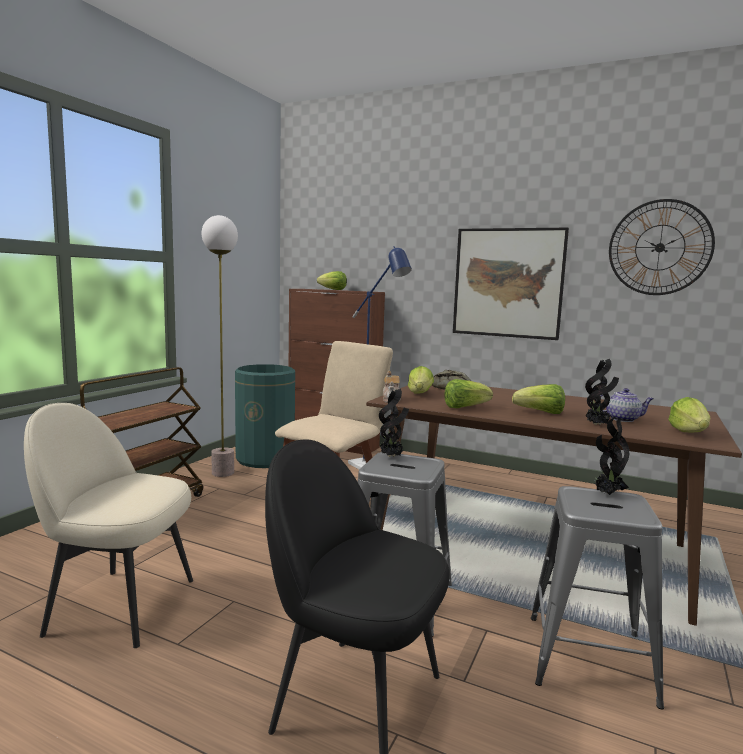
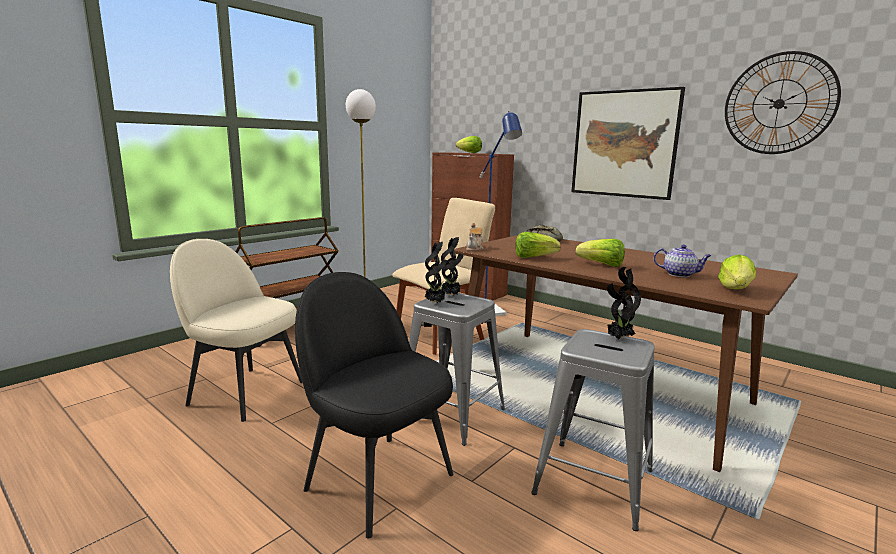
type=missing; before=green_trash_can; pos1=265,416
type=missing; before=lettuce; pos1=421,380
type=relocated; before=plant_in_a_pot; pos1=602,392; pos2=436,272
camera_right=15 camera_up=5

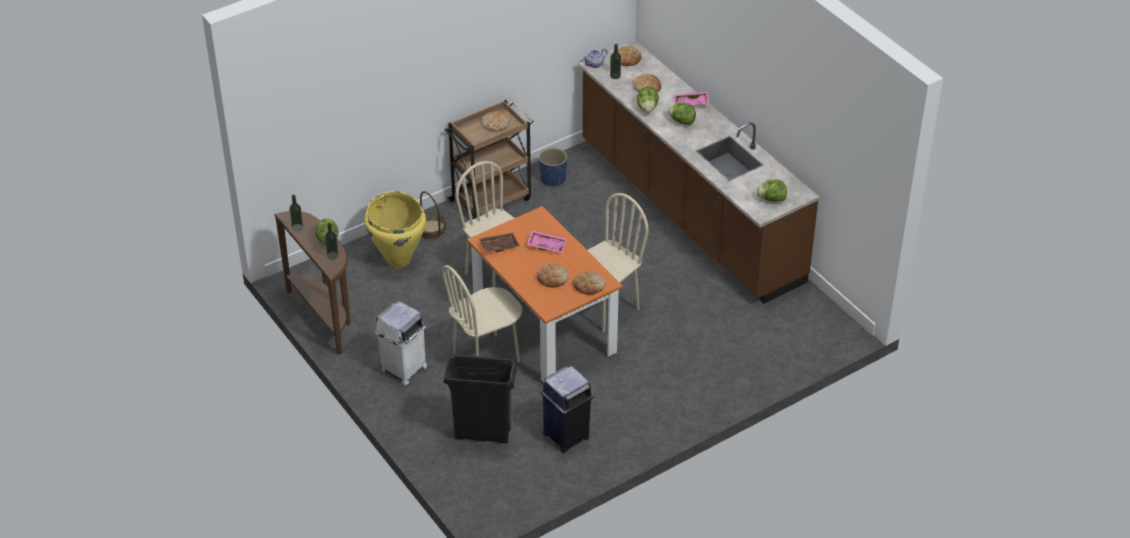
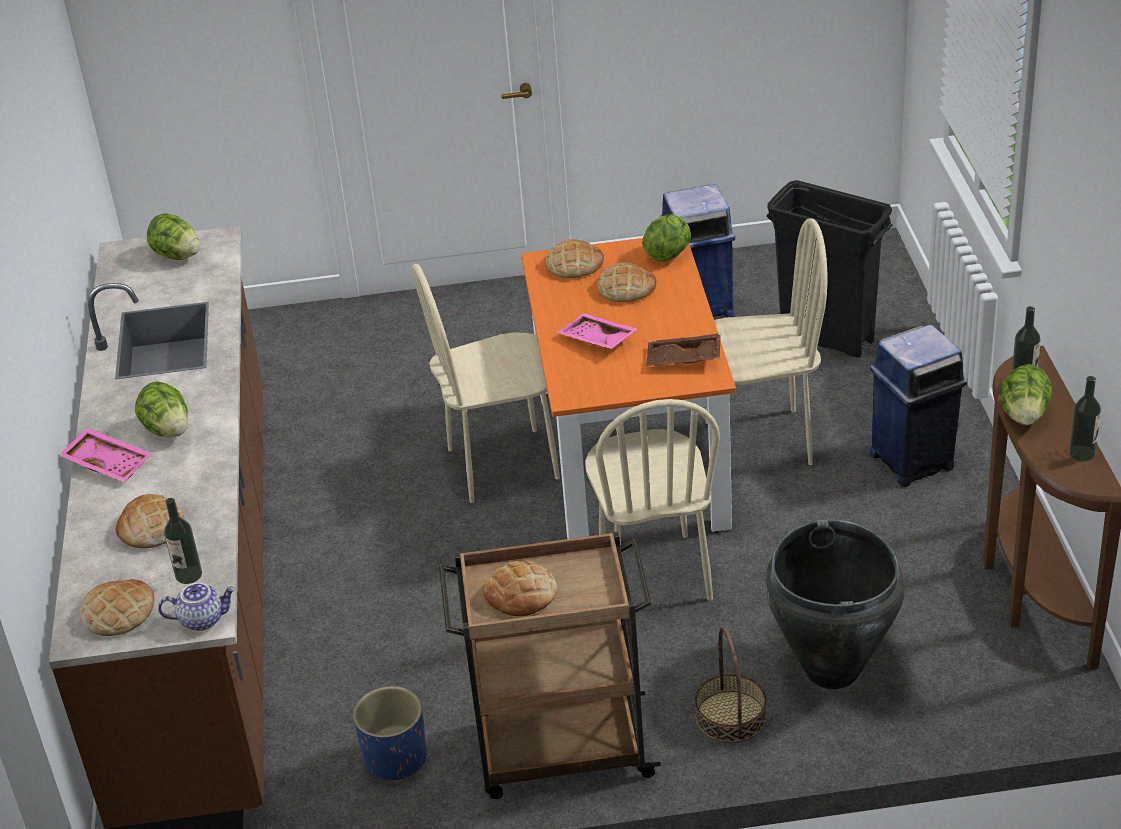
type=colour; before=yellowish_flower_vase; after=black-coloured_flower_vase; pos1=395,229; pos2=835,604
type=colour; before=white_trash_can; after=blue_trash_can; pos1=400,343; pos2=918,406
type=relocated; before=lettuce; pos1=648,99; pos2=666,238
camera_right=-150 camera_up=-5

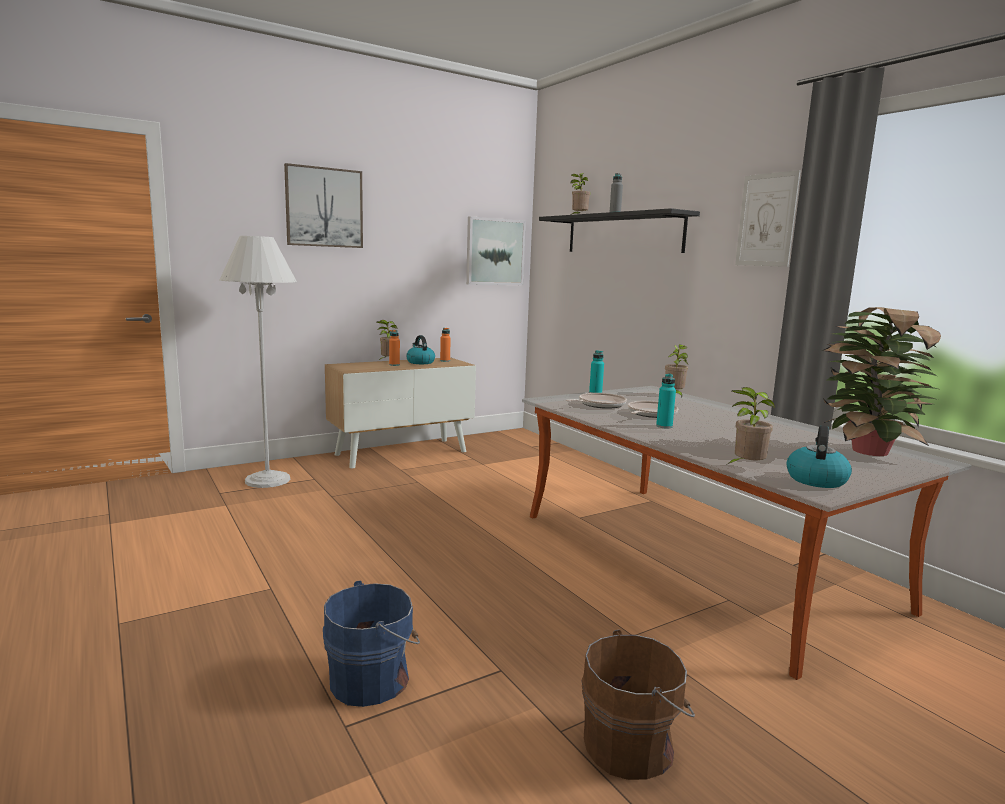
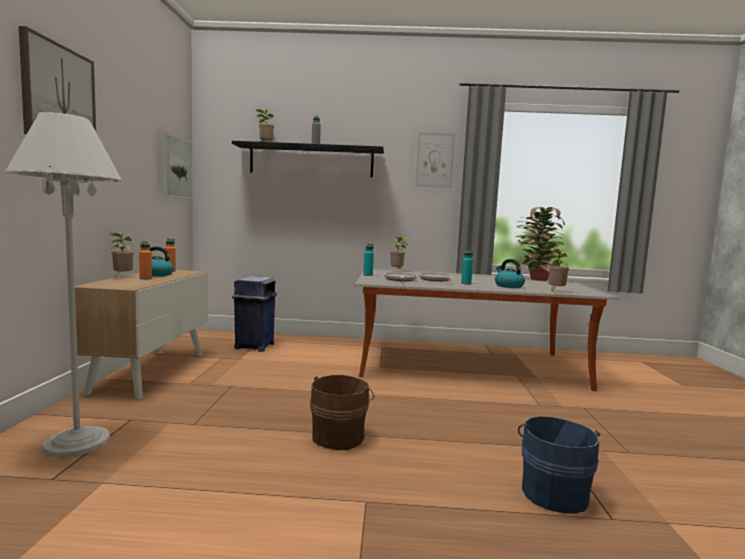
type=relocated; before=brownish_pail; pos1=638,705; pos2=342,412
type=relocated; before=tea_kettle; pos1=819,456; pos2=510,273
type=appeared; after=blue_trash_can; pos2=254,314
camera_right=-55 camera_up=-5

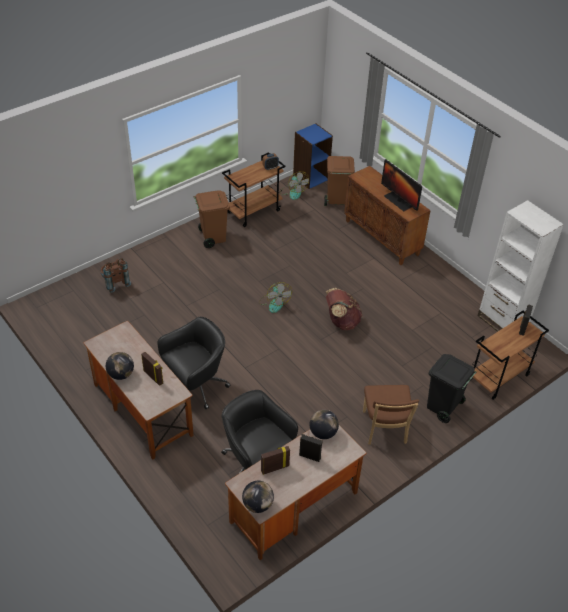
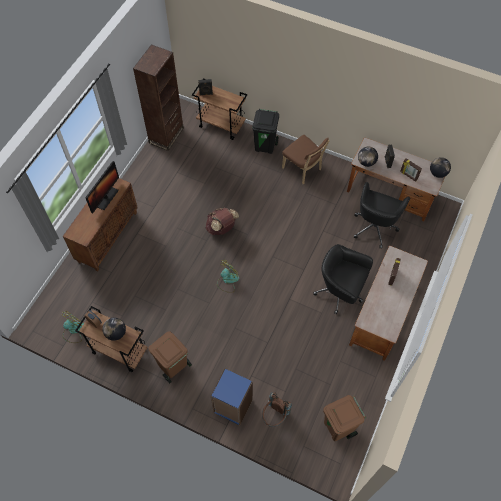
type=relocated; before=world_globe; pos1=120,366; pos2=114,329
type=relocated; before=blue_bookshelf; pos1=313,156; pos2=231,396
type=relocated; before=brownish_trash_can; pos1=339,181; pos2=344,418
type=spun; before=brownish_upright_chair; pos1=391,415; pos2=306,159; turn=75
type=colour; before=white_bookshelf; after=brownish_bookshelf; pos1=521,266; pos2=158,97
camera_right=-115 camera_up=15

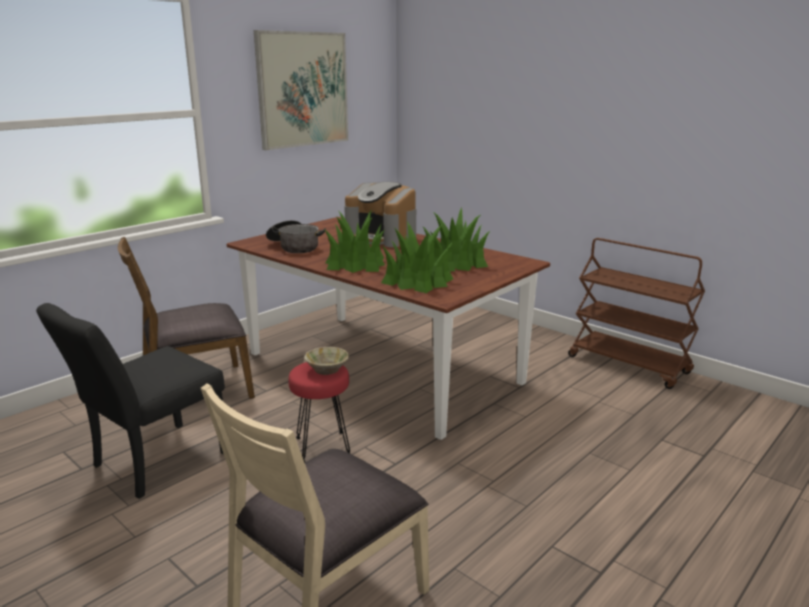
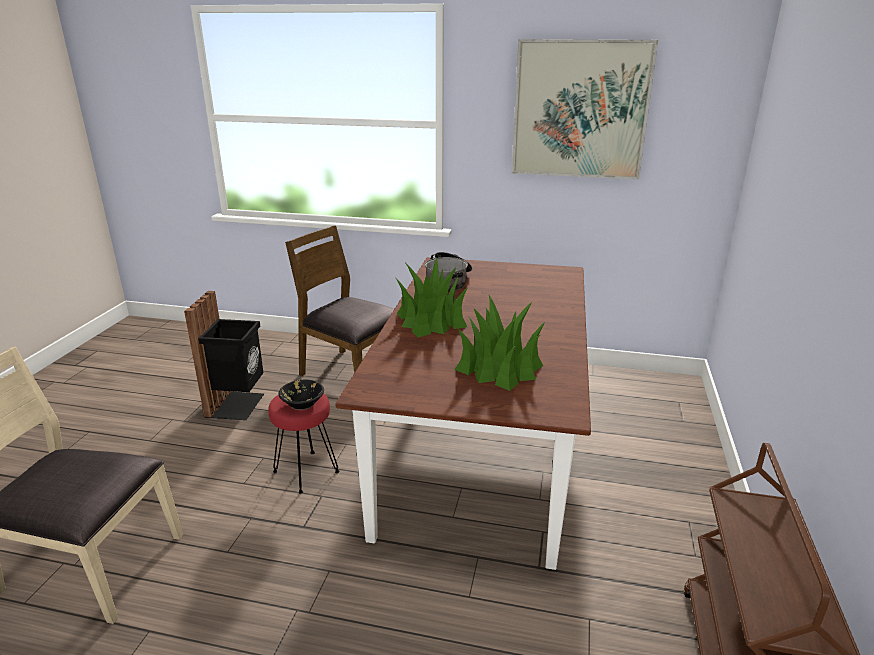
type=exchanged; before=black-coloured_upright_chair; after=black-coloured_trash_can; pos1=130,401; pos2=224,355
type=colour; before=beige_bowl; after=black-coloured_bowl; pos1=326,361; pos2=301,394
type=missing; before=coffee_machine; pos1=380,214
type=missing; before=plant_in_a_pot; pos1=417,257
camera_right=60 camera_up=5

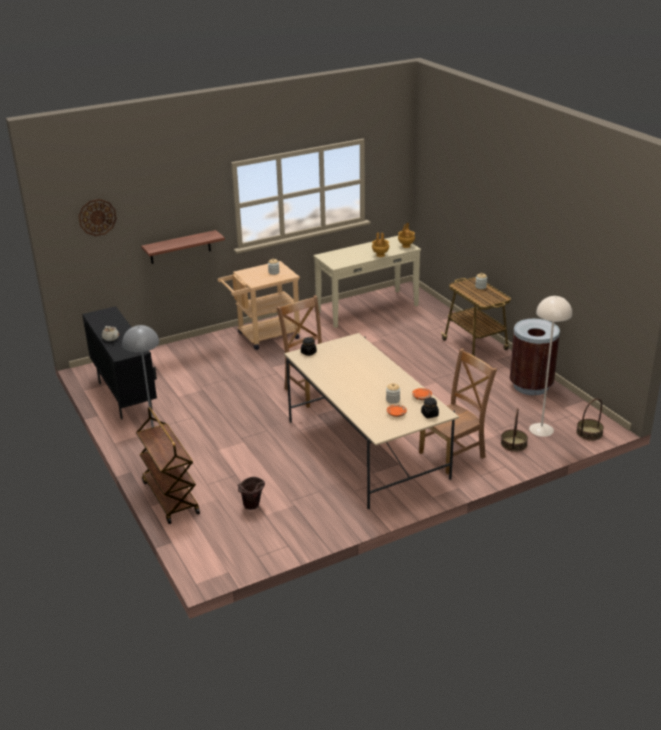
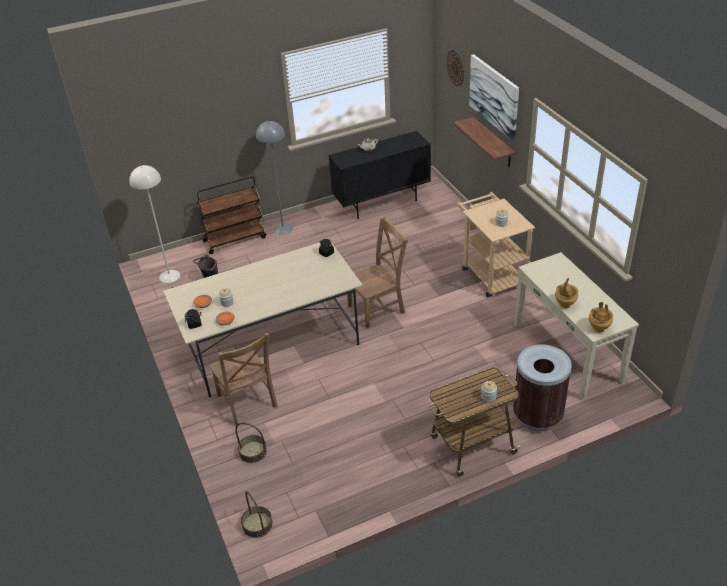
type=relocated; before=brownish_trash_can; pos1=535,357; pos2=542,387
type=relocated; before=beige_standing_lamp; pos1=550,366; pos2=154,224
type=appeared; after=wall_art; pos2=494,97
camera_right=95 camera_up=10

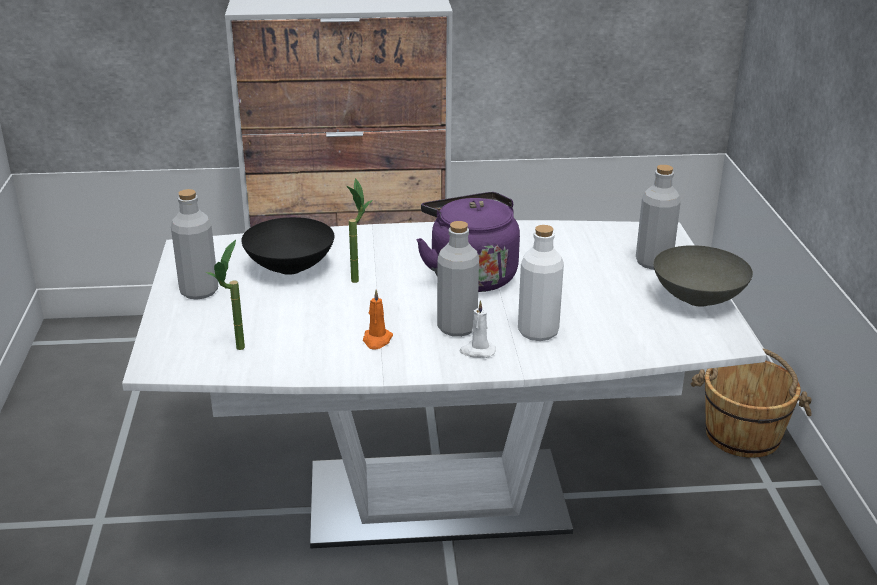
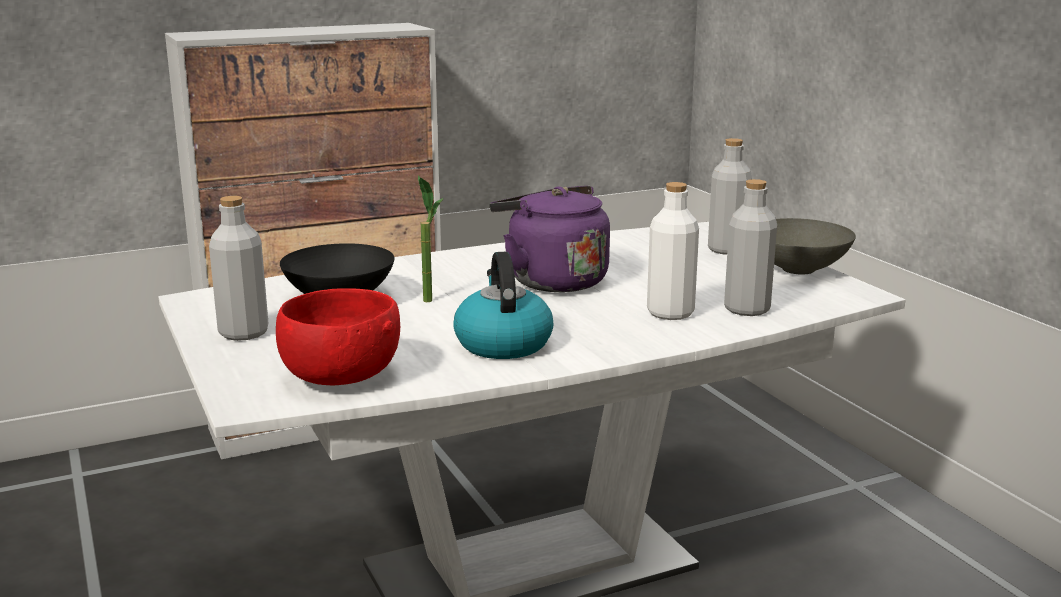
type=exchanged; before=plant_in_a_pot; after=red-coloured_bowl; pos1=225,295; pos2=338,337
type=exchanged; before=orange_wax_light; after=tea_kettle; pos1=378,320; pos2=503,305
type=relocated; before=greyish_bottle; pos1=458,279; pos2=750,247
type=missing; before=white_wax_light; pos1=477,329
type=missing; before=brownish_pail; pos1=751,403
camera_right=-20 camera_up=-10

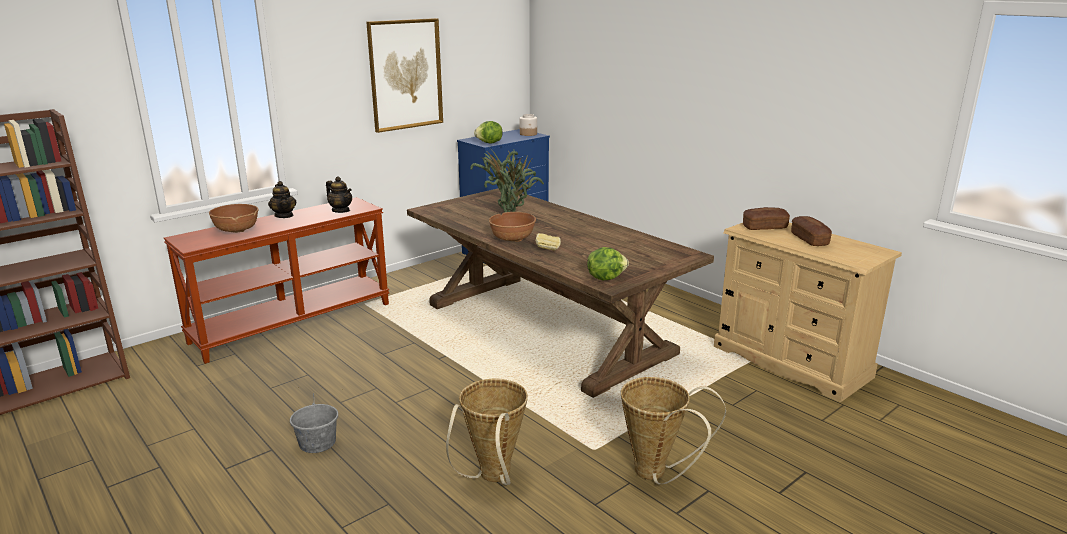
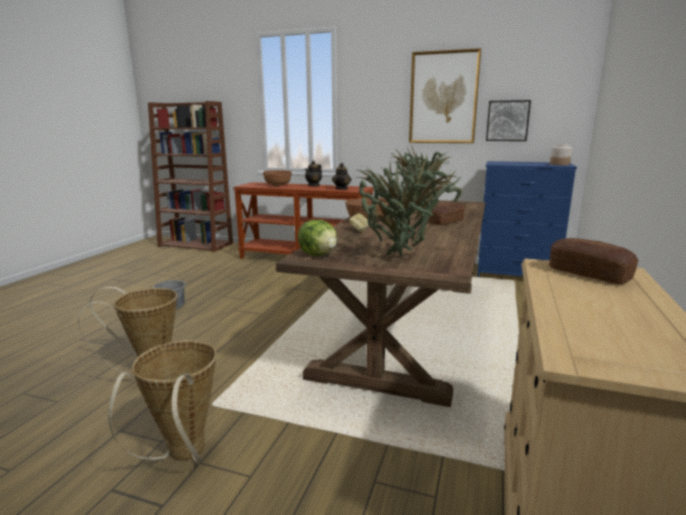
type=missing; before=lettuce; pos1=488,132
type=relocated; before=bakery_bread; pos1=811,231; pos2=446,214
type=appeared; after=plant_in_a_pot; pos2=409,206
type=appeared; after=wall_art; pos2=508,120
camera_right=60 camera_up=-5

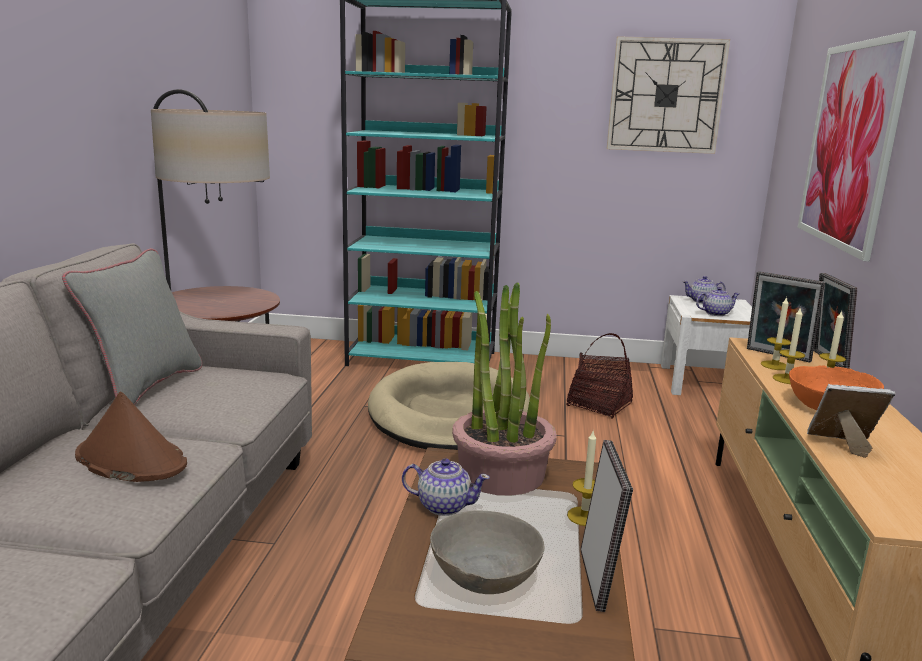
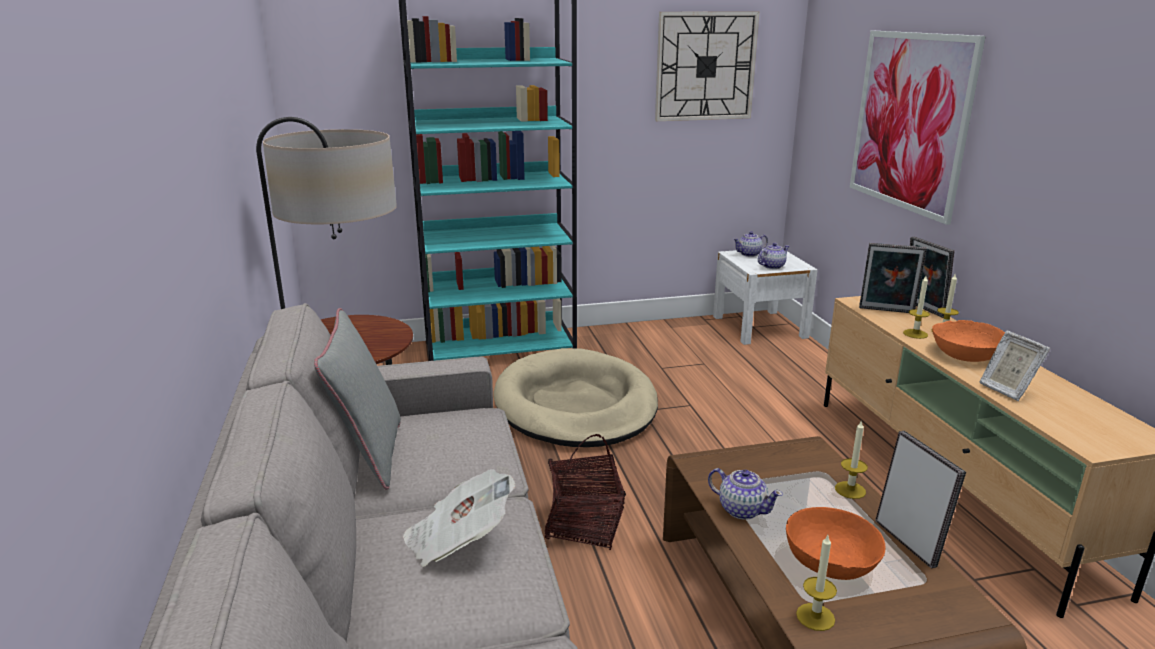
type=exchanged; before=brownish_hat; after=printed_paper; pos1=131,436; pos2=459,518
type=spun; before=tea_pot; pos1=446,487; pos2=745,494; turn=45
type=colour; before=greyish_bowl; after=orange_bowl; pos1=487,552; pos2=836,543
type=missing; before=plant_in_a_pot; pos1=504,389
type=relocated; before=storage_basket; pos1=600,376; pos2=585,492
type=relocated; before=wax_light; pos1=776,333; pos2=816,583
type=spun; before=standing_frame; pos1=851,421; pos2=1014,366; turn=-105
camera_right=-20 camera_up=5

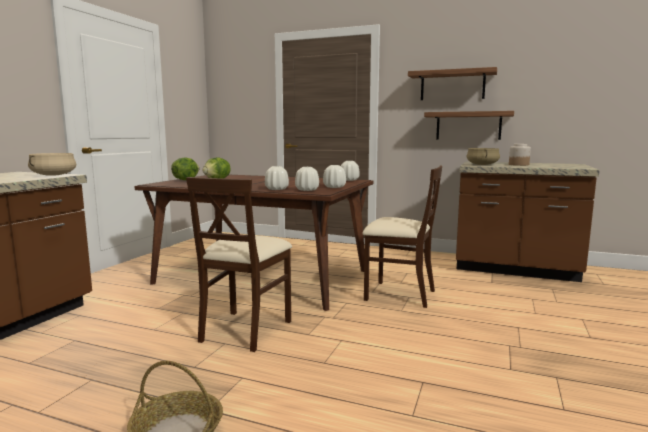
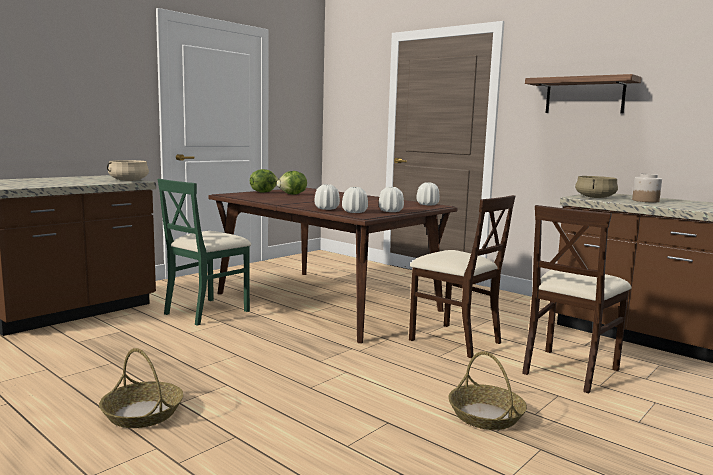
type=relocated; before=beige_upright_chair; pos1=239,264; pos2=577,299
type=missing; before=shelf; pos1=469,125
type=appeared; after=green_upright_chair; pos2=204,252
type=appeared; after=storage_basket; pos2=487,390
camera_right=20 camera_up=0

